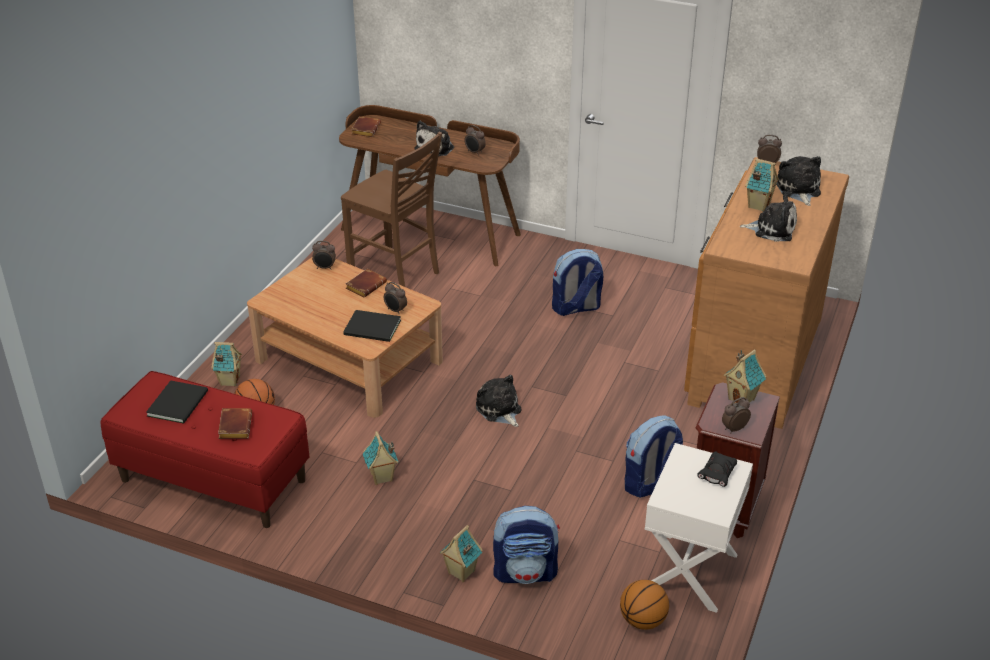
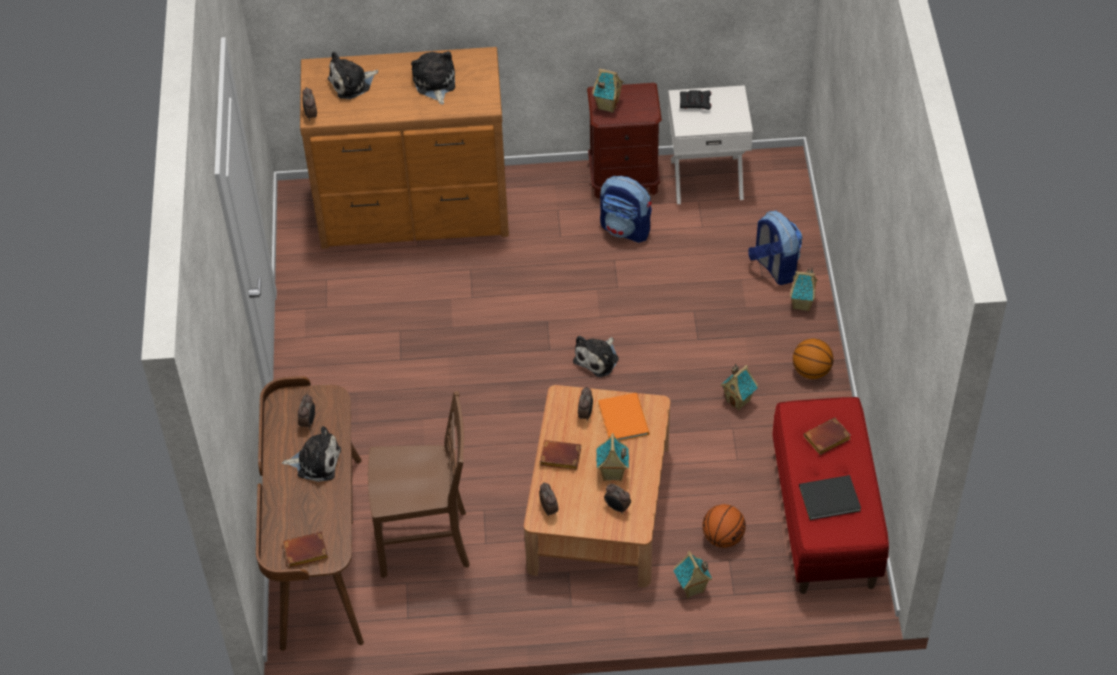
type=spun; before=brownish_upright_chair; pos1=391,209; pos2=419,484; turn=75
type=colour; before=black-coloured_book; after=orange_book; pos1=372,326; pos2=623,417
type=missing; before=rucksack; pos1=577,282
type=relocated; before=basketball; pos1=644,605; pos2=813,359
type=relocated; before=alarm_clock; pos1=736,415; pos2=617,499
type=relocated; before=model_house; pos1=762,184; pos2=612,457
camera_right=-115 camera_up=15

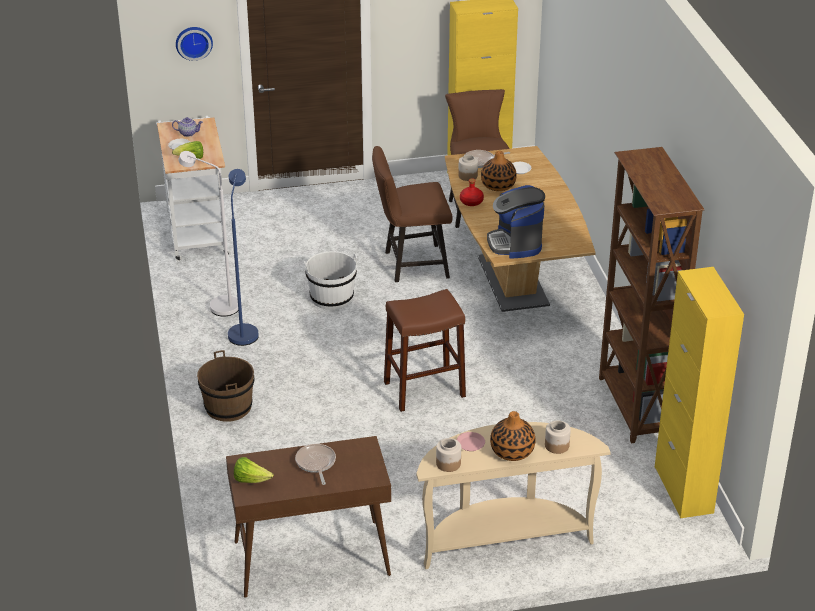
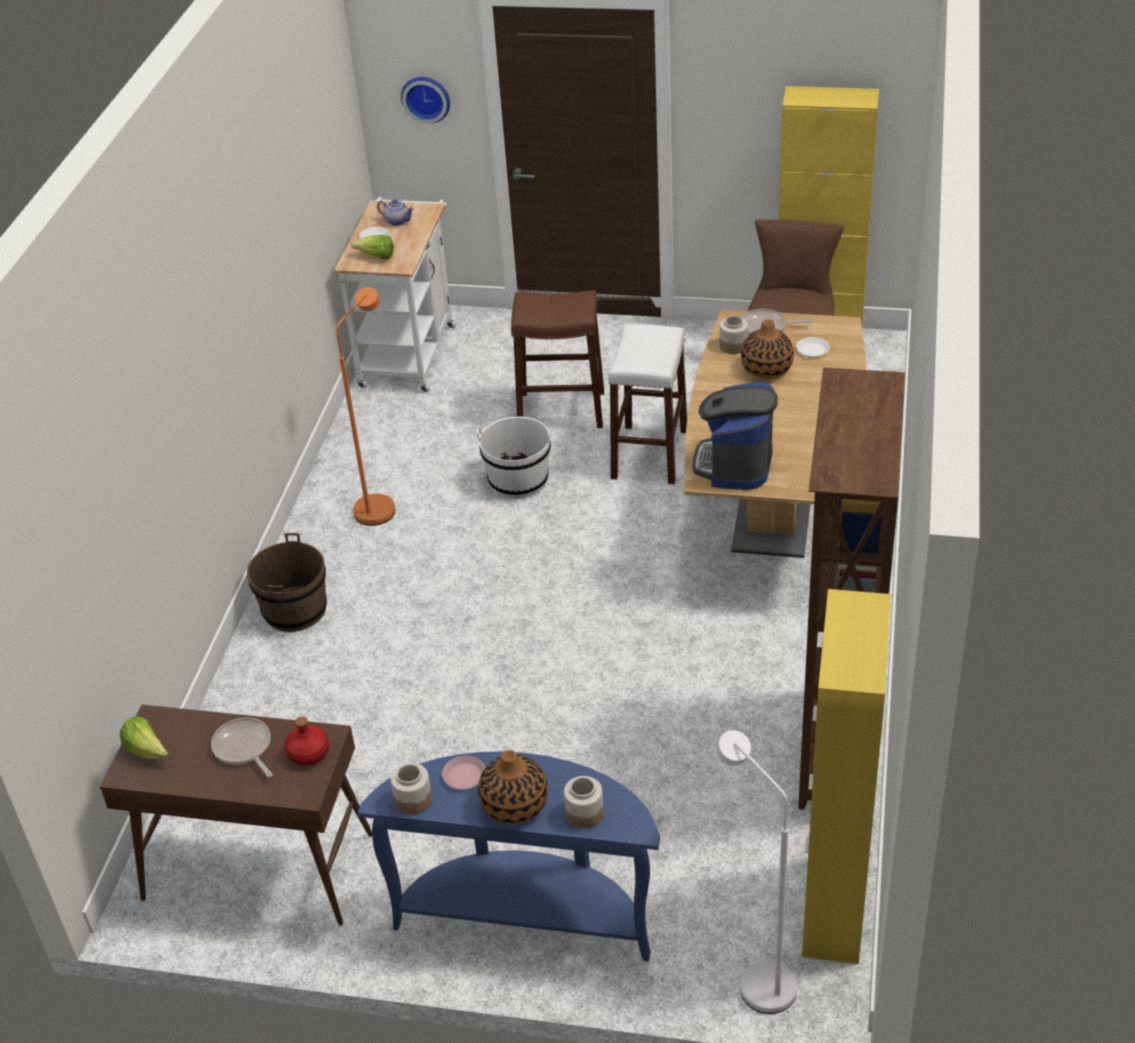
type=relocated; before=white_standing_lamp; pos1=208,233; pos2=756,872
type=colour; before=blue_standing_lamp; after=orange_standing_lamp; pos1=243,257; pos2=365,406
type=spun; before=frying_pan; pos1=315,464; pos2=242,747; turn=-45
type=exchanged; before=brownish_upright_chair; after=white_stool; pos1=412,214; pos2=647,404
type=relocated; before=brownish_stool; pos1=425,350; pos2=557,359
type=colour; before=beige_hall_table; after=blue_hall_table; pos1=513,495; pos2=509,856
type=relocated; before=red-coloured_bottle; pos1=472,192; pos2=306,741
camera_right=25 camera_up=5

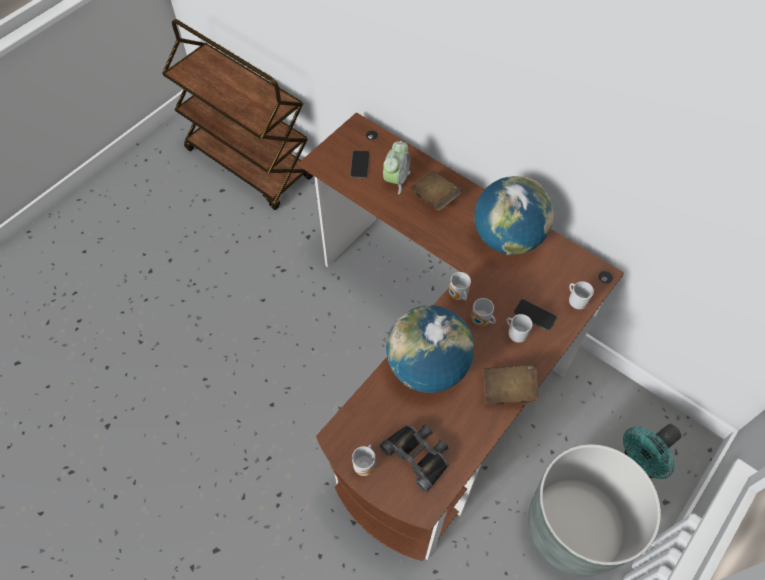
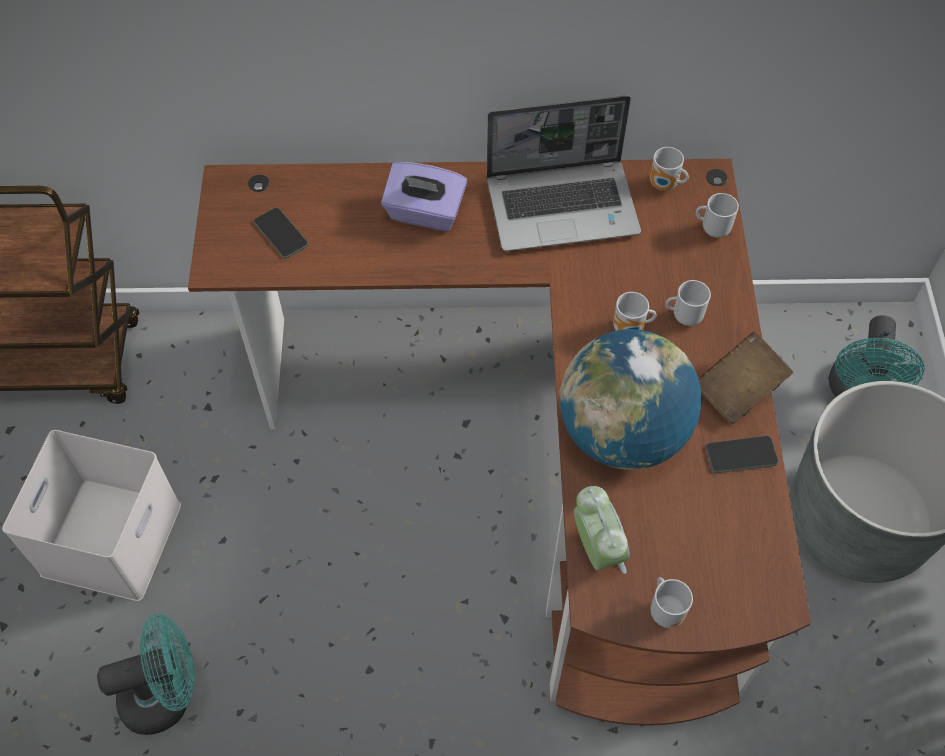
type=missing; before=black-coloured_binoculars; pos1=414,458
type=relocated; before=alarm_clock; pos1=396,167; pos2=602,530
type=exchanged; before=brownish_book; after=purplish_tissue_box; pos1=435,191; pos2=424,196
type=relocated; before=tea_mug; pos1=460,286; pos2=669,169
type=exchanged; before=world_globe; after=portable_computer; pos1=514,215; pos2=564,173
type=relocated; before=handset; pos1=535,315; pos2=742,454
type=appeared; after=white_storage_container; pos2=91,515
type=appeared; after=turquoise-coloured_cooling_fan; pos2=146,674
camera_right=-40 camera_up=0

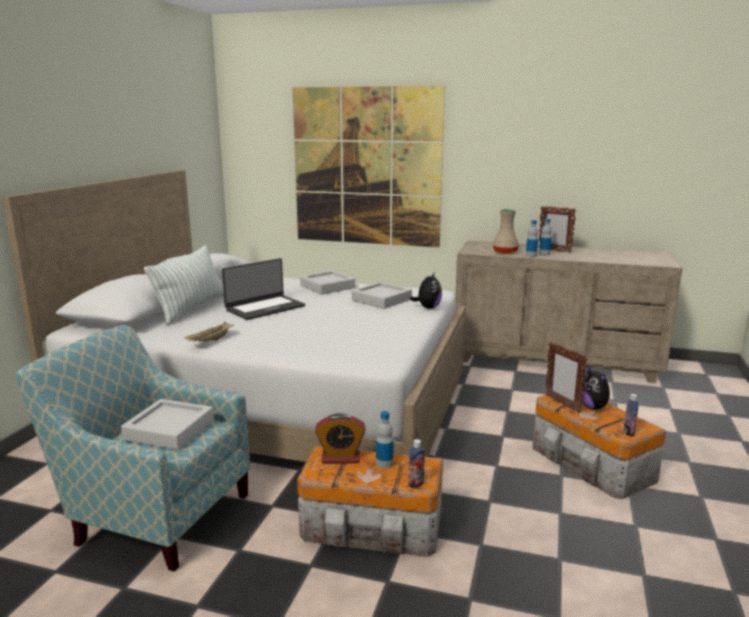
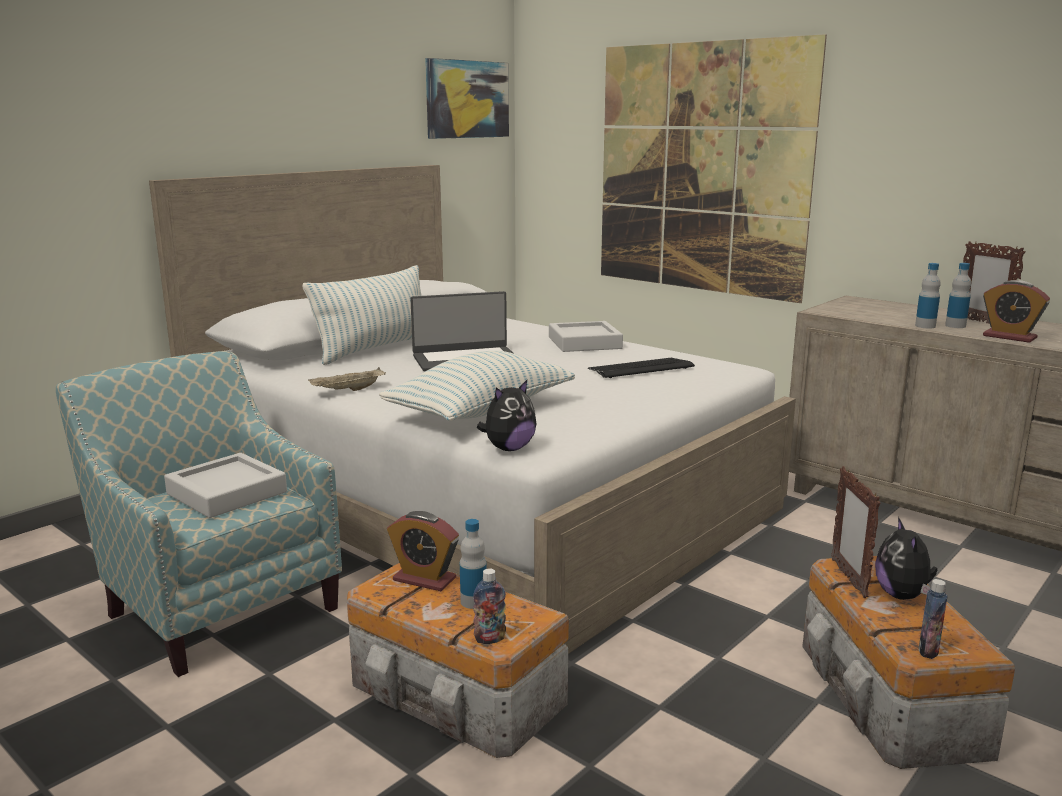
type=exchanged; before=greyish_serving_tray; after=keyboard; pos1=382,295; pos2=641,368
type=relocated; before=plush_toy; pos1=426,290; pos2=506,415
type=missing; before=beige_flower_vase; pos1=506,231
type=appeared; after=cushion; pos2=477,386
type=appeared; after=wall_art; pos2=467,98
type=appeared; after=alarm_clock; pos2=1016,311
camera_right=25 camera_up=0

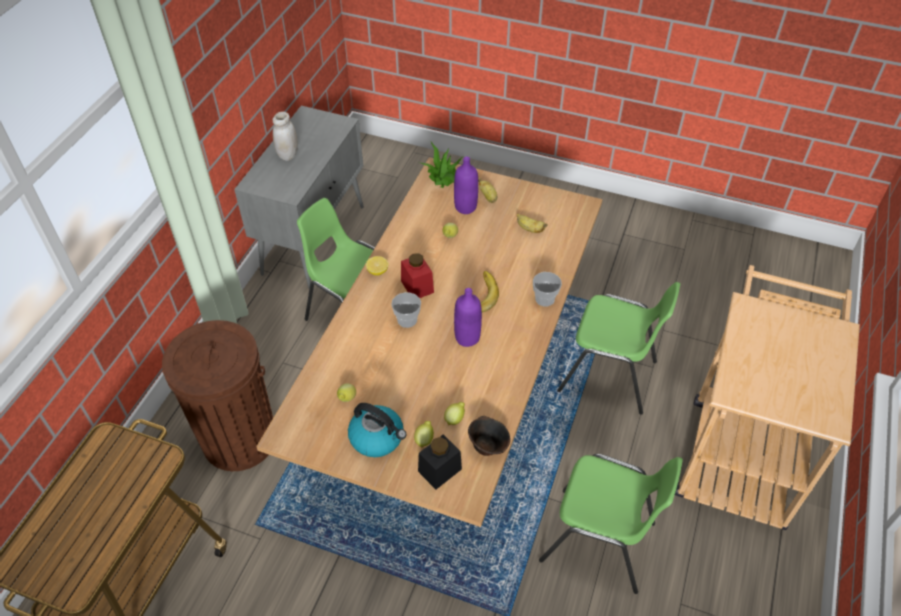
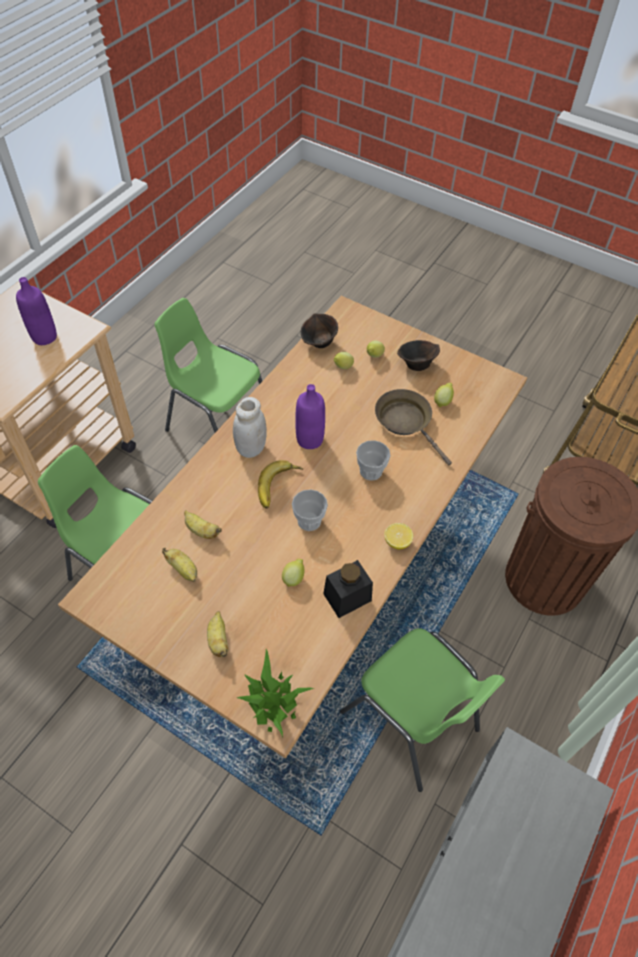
type=relocated; before=white_storage_jar; pos1=285,136; pos2=250,427
type=exchanged; before=tea_kettle; after=brownish_bowl; pos1=377,430; pos2=418,355
type=missing; before=red-coloured_storage_jar; pos1=417,275
type=relocated; before=black-coloured_storage_jar; pos1=440,461; pos2=348,589
type=relocated; before=purplish_bottle; pos1=466,185; pos2=36,311
type=relocated; before=small_cup; pos1=547,289; pos2=310,510
type=appeared; after=whole_banana; pos2=203,524
type=appeared; after=brownish_frying_pan; pos2=413,427
camera_right=-170 camera_up=5

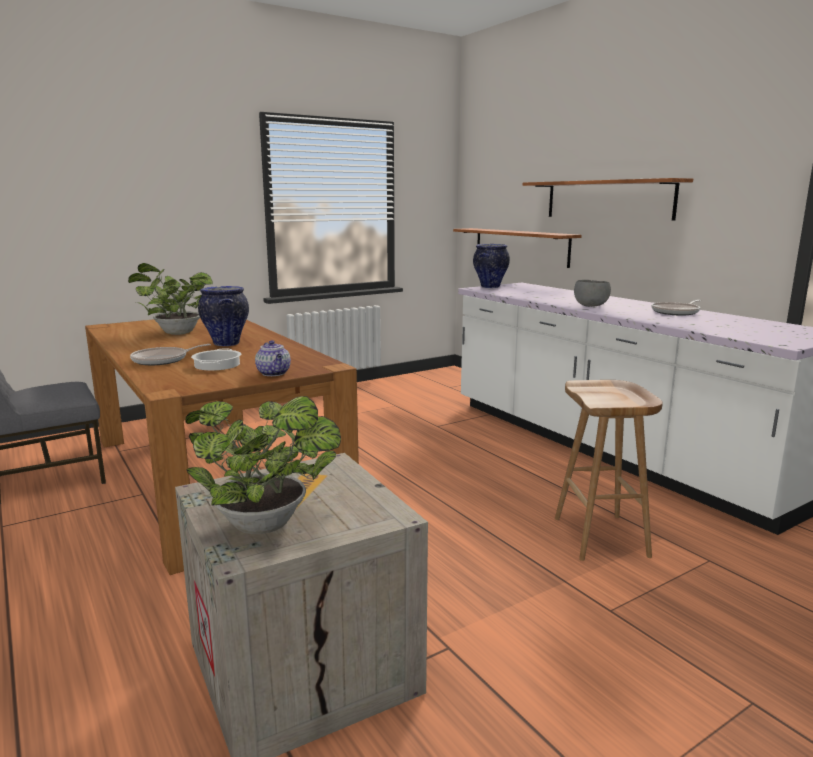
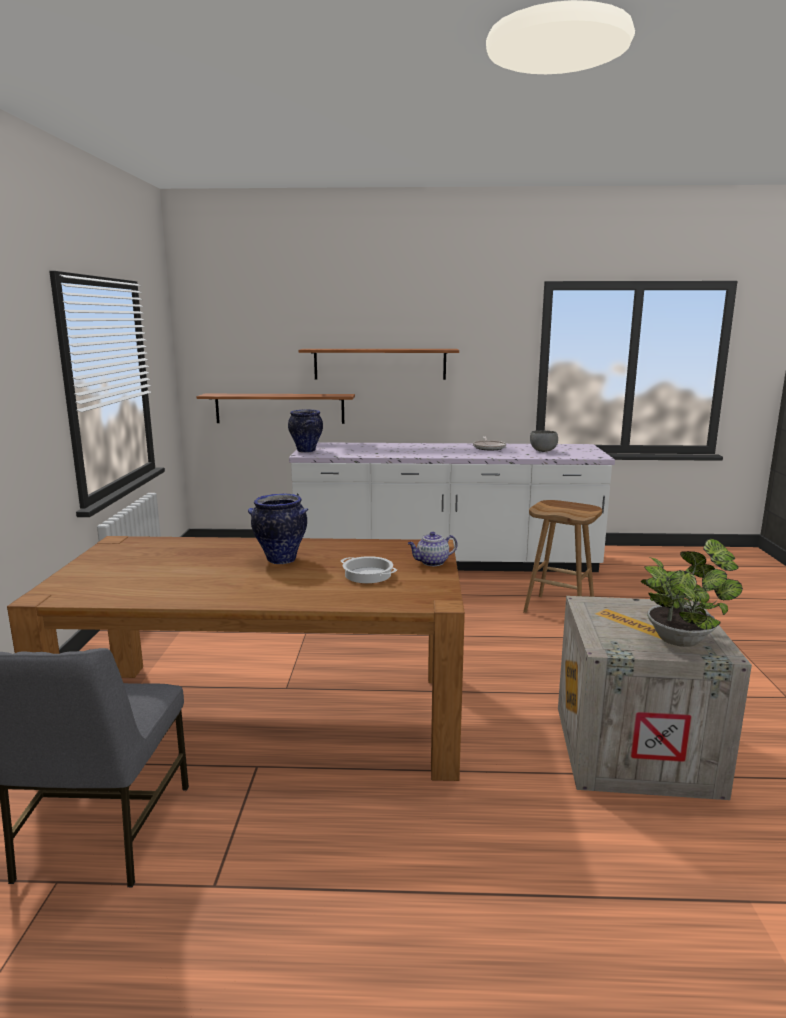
type=missing; before=plant_in_a_pot; pos1=170,299
type=missing; before=frying_pan; pos1=170,354
type=spun; before=tea_pot; pos1=273,358; pos2=433,549; turn=150
type=relocated; before=greyish_bowl; pos1=592,293; pos2=544,441
camera_right=-55 camera_up=0

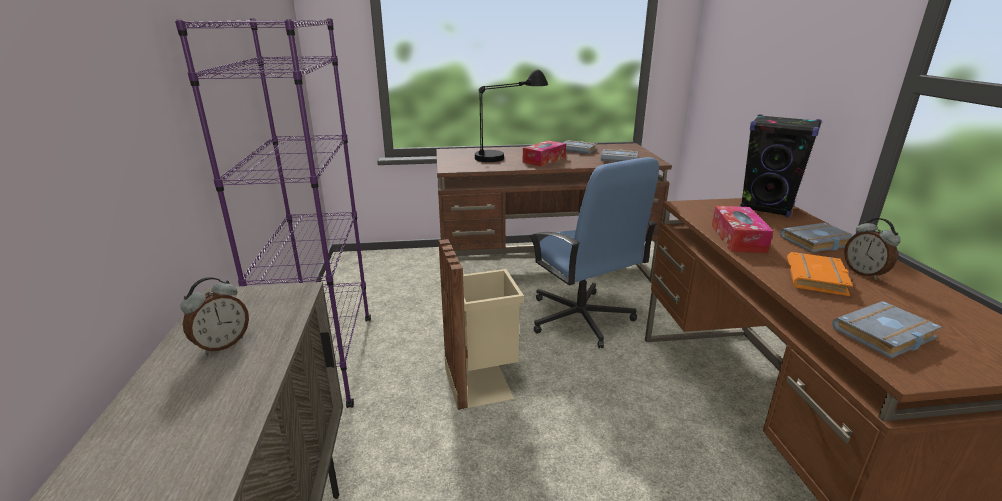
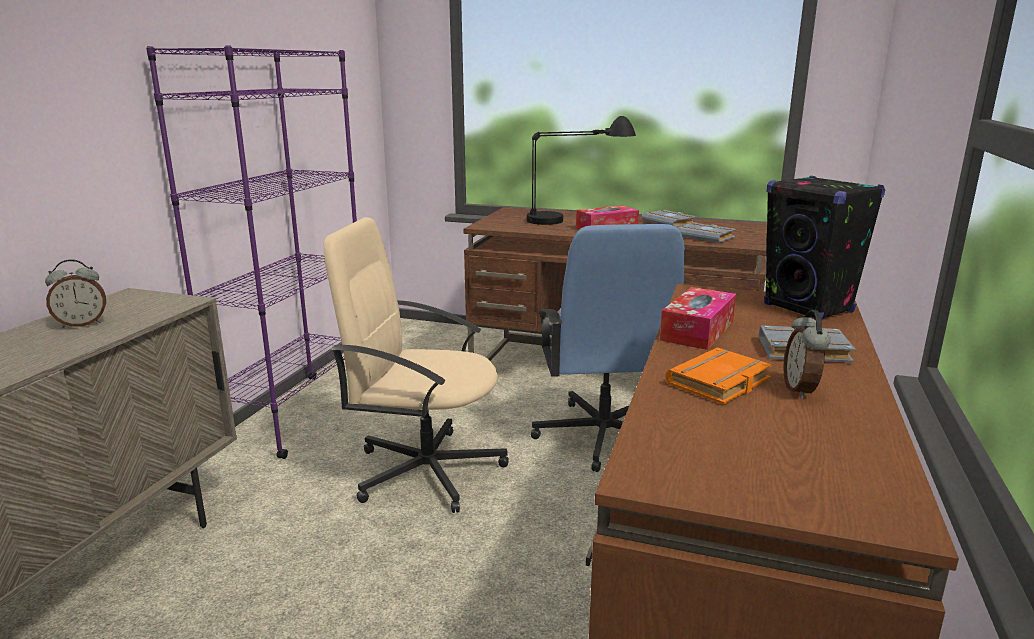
type=exchanged; before=beige_trash_can; after=beige_office_chair; pos1=481,324; pos2=416,365
type=missing; before=greyish_book; pos1=887,329
camera_right=25 camera_up=-5

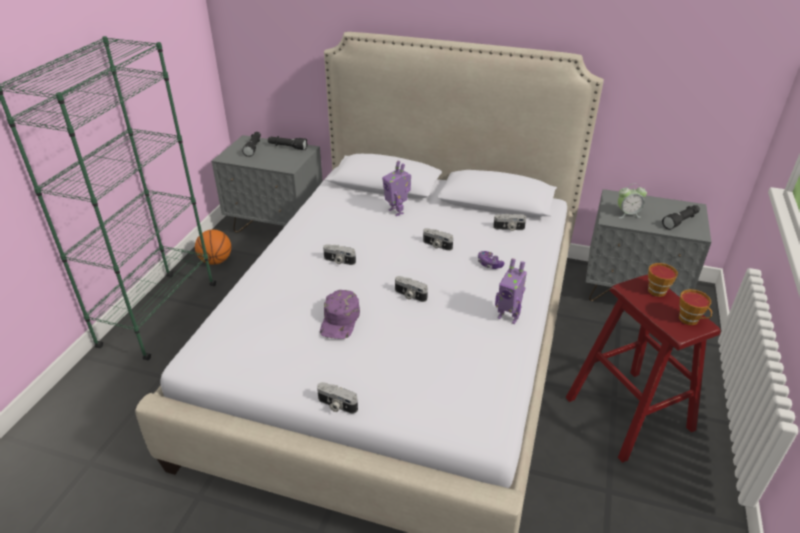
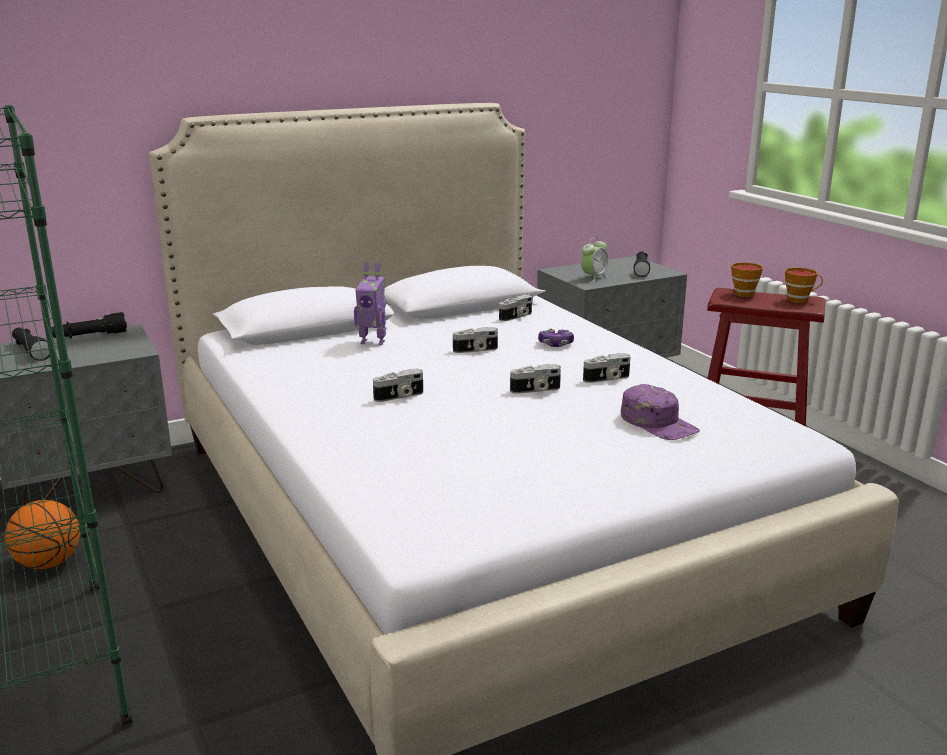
type=relocated; before=photo_camera; pos1=337,398; pos2=607,368
type=relocated; before=purplish_baseball_cap; pos1=340,314; pos2=660,412
type=missing; before=toy_robot; pos1=511,291
camera_right=-45 camera_up=-15

